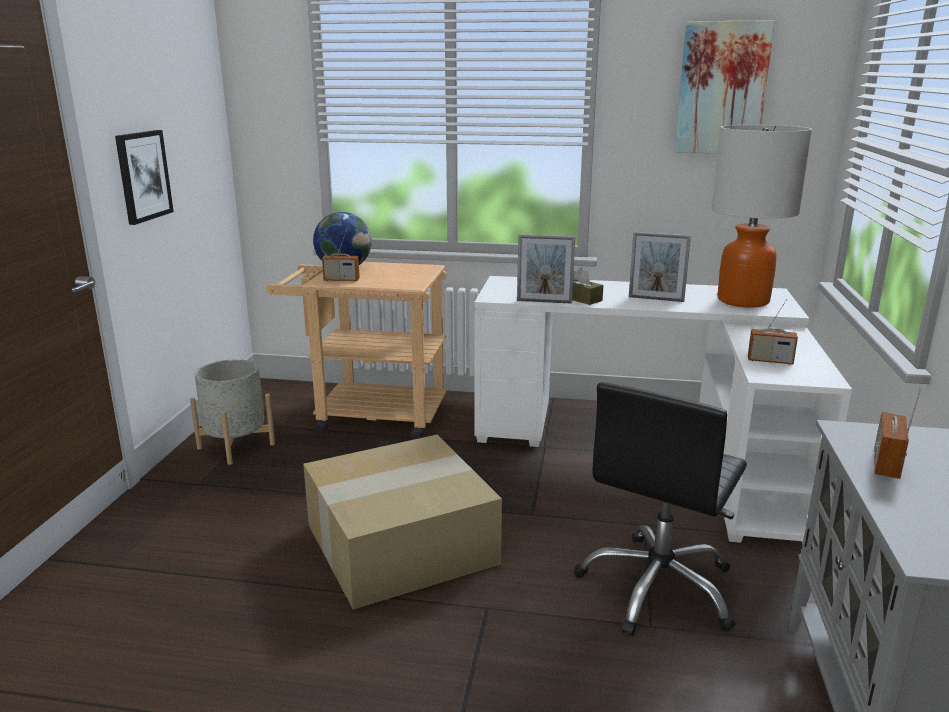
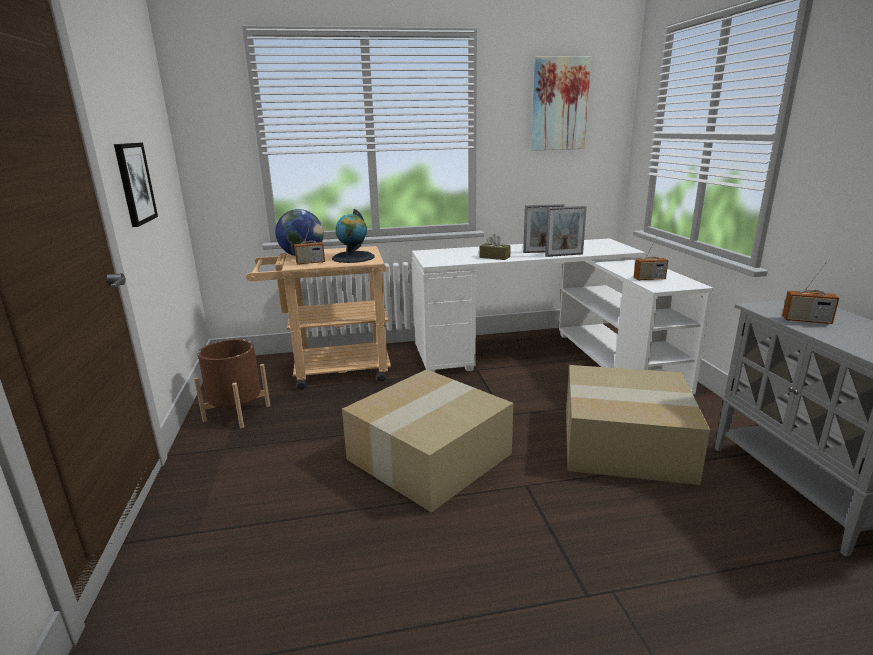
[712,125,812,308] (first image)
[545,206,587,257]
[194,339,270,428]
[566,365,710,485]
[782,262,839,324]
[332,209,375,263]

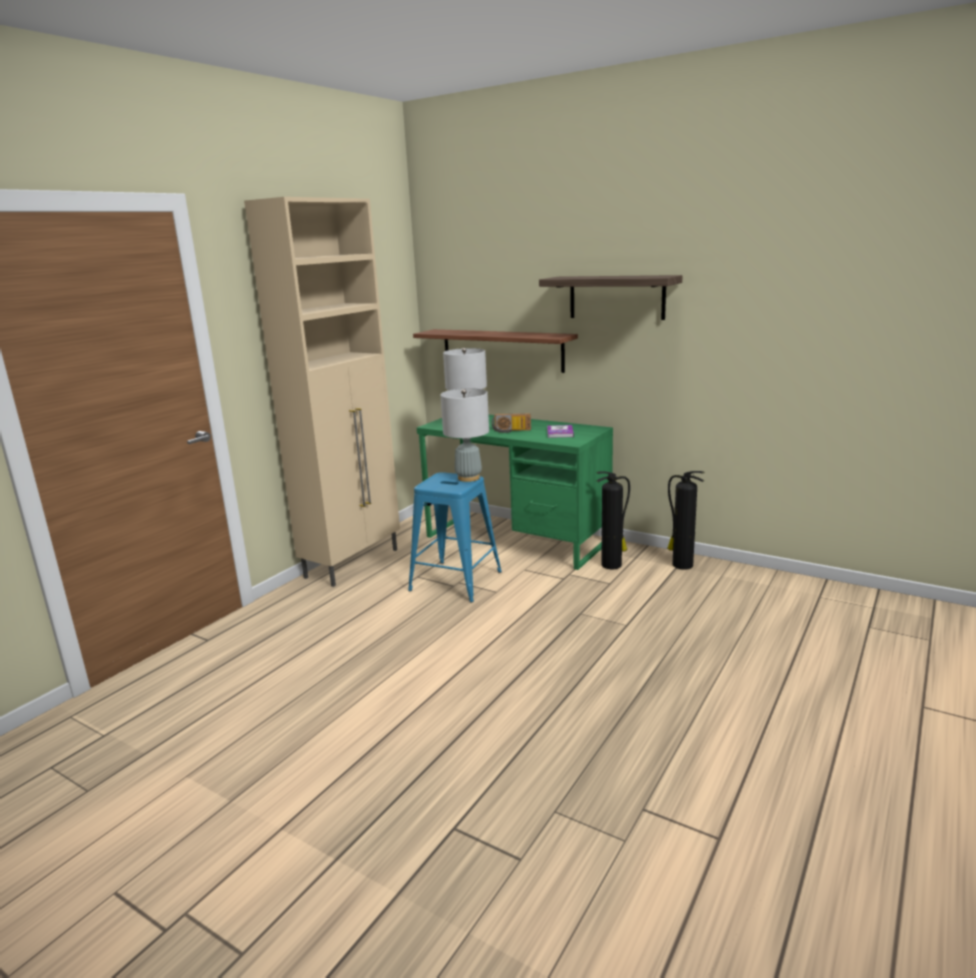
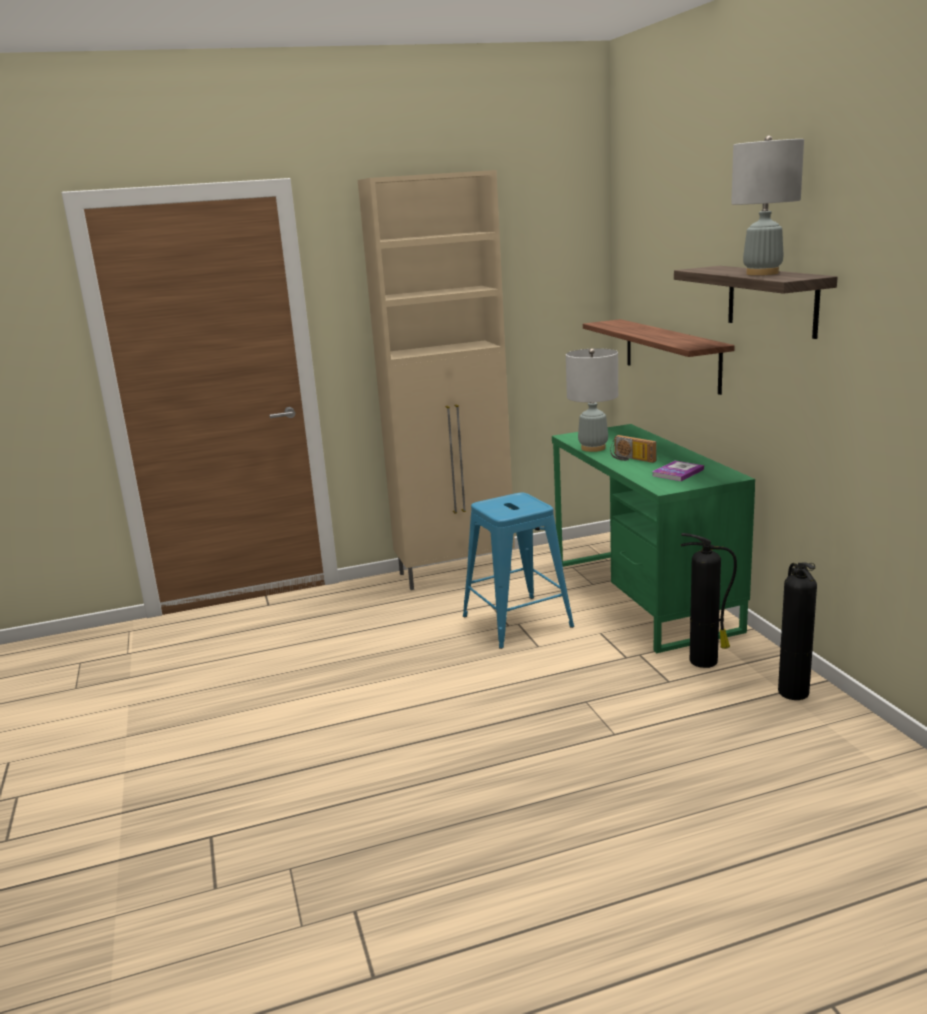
[731,136,804,275]

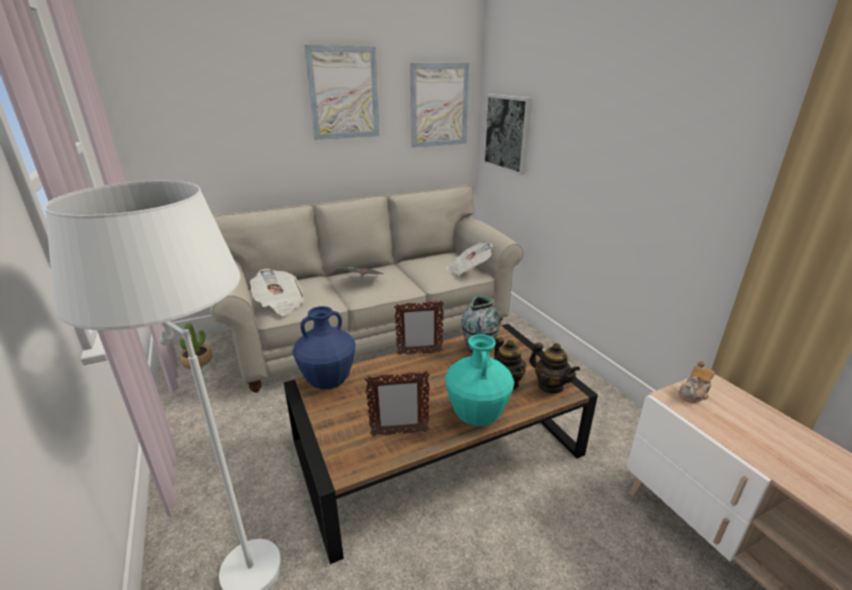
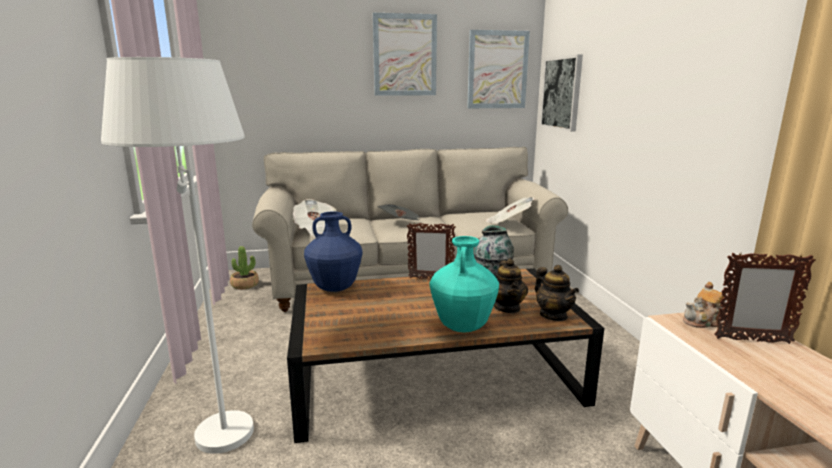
[714,253,816,344]

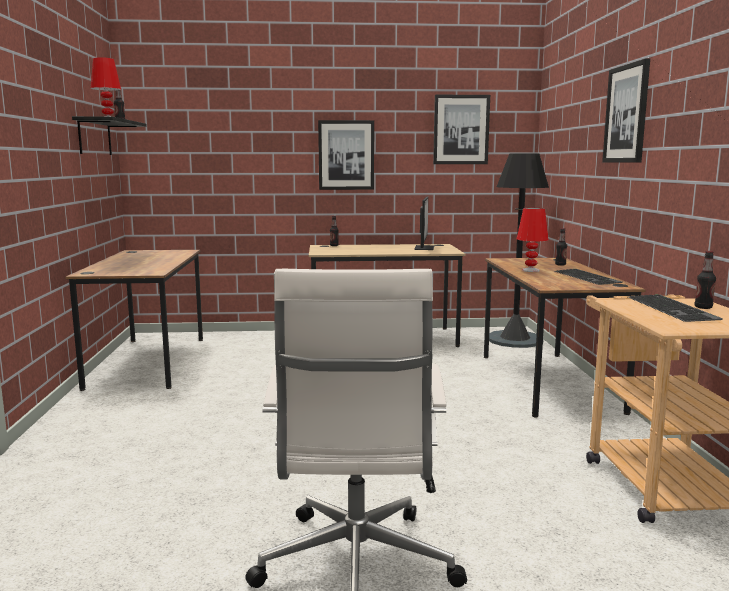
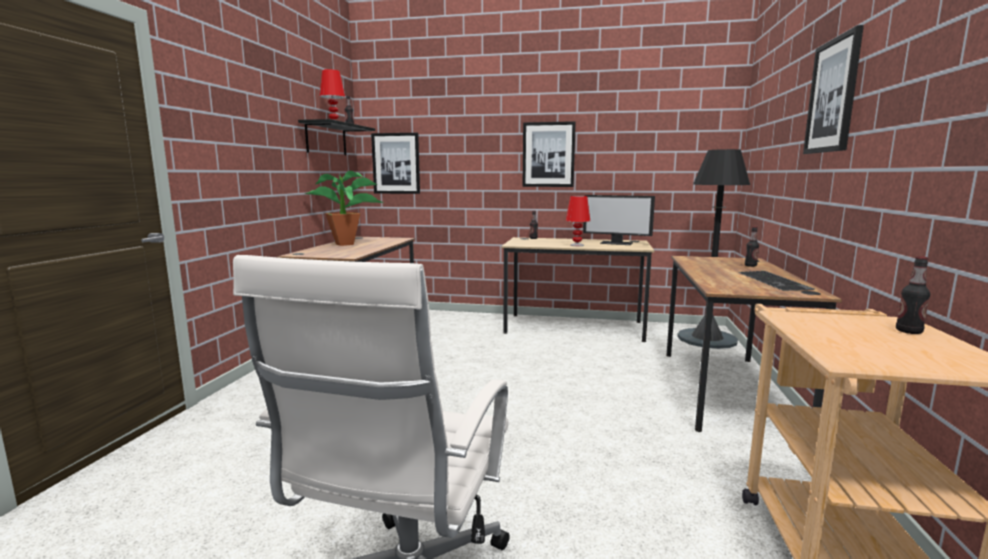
[371,133,420,194]
[583,195,655,245]
[566,196,590,246]
[628,294,723,322] (first image)
[304,171,384,246]

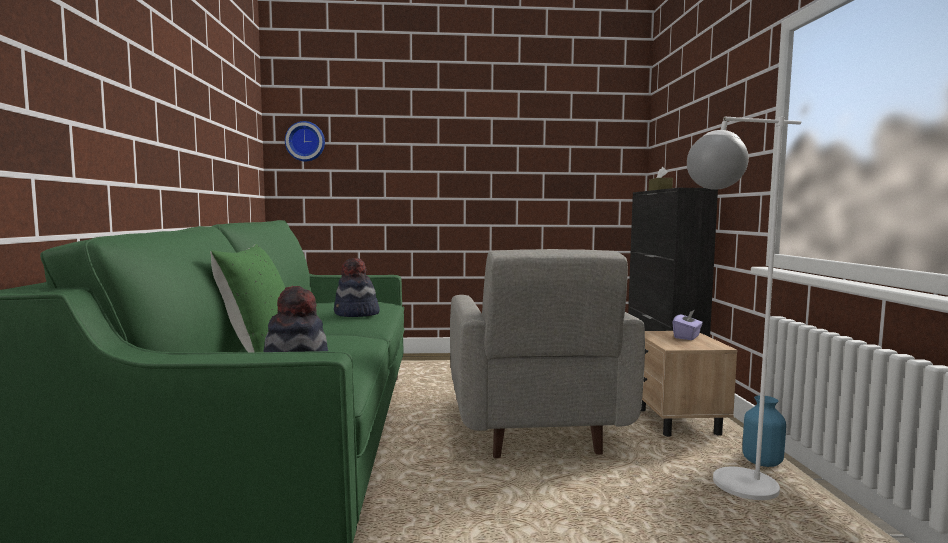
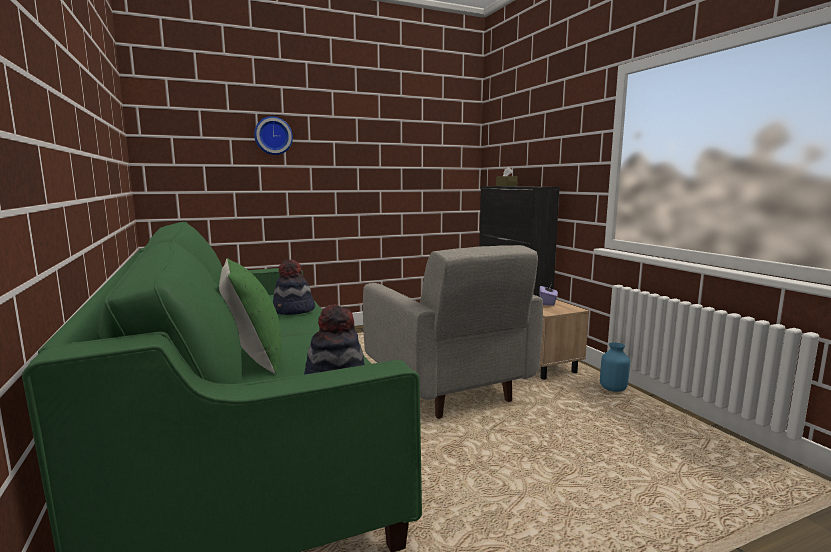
[687,117,801,500] (first image)
[254,116,293,155]

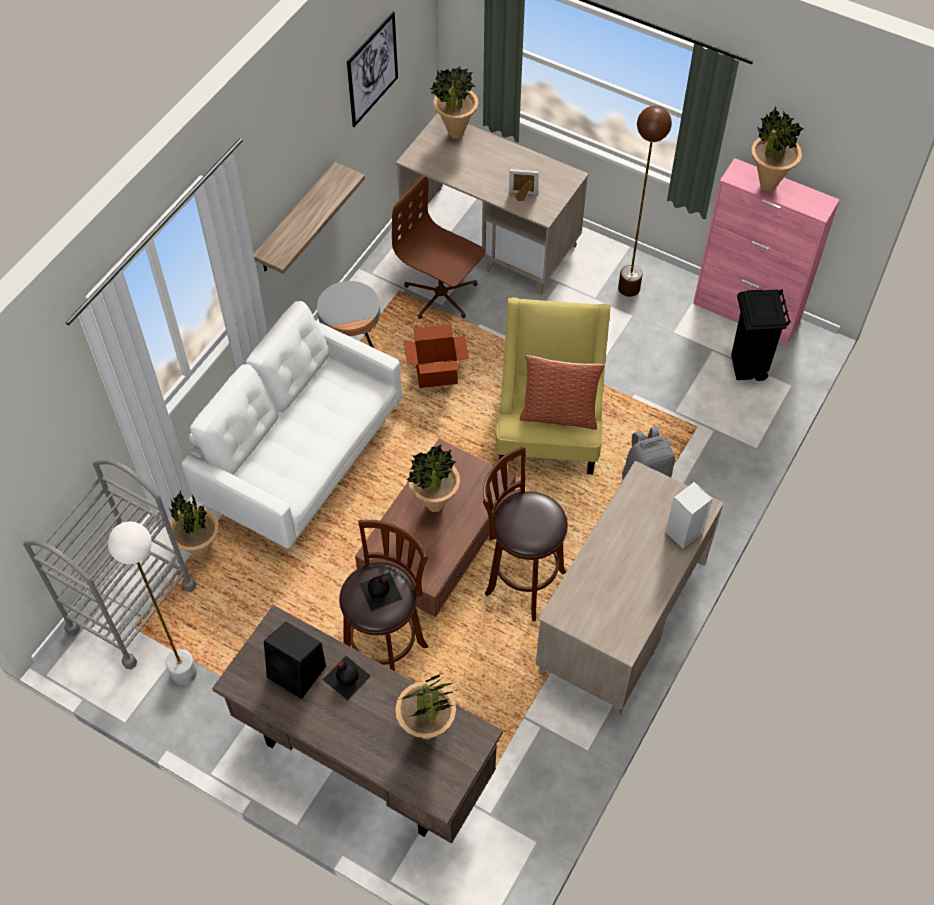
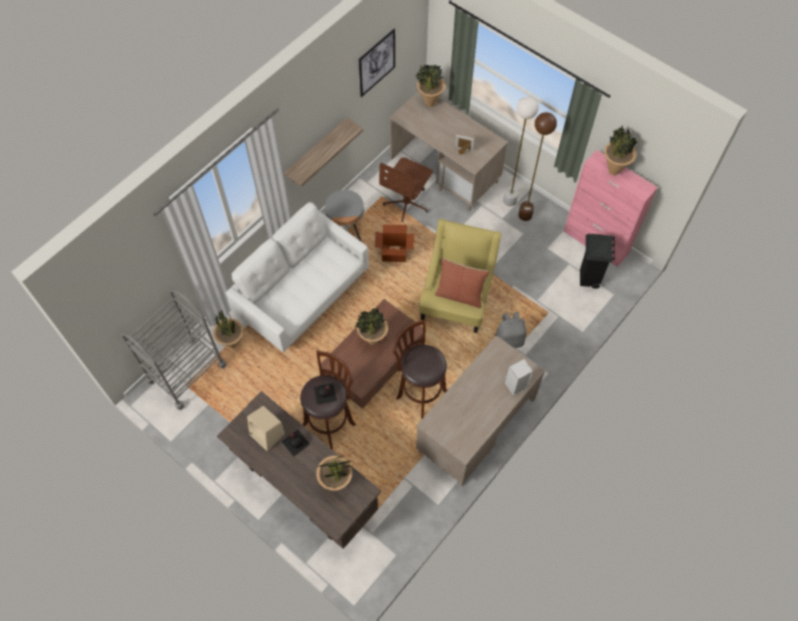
[379,157,433,222]
[503,97,539,206]
[247,406,285,451]

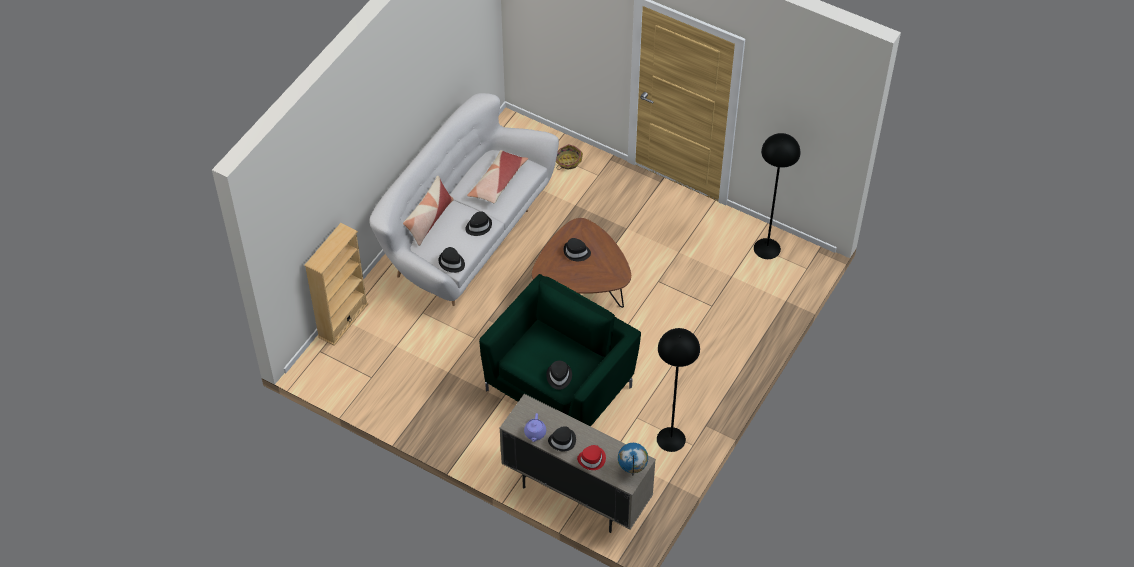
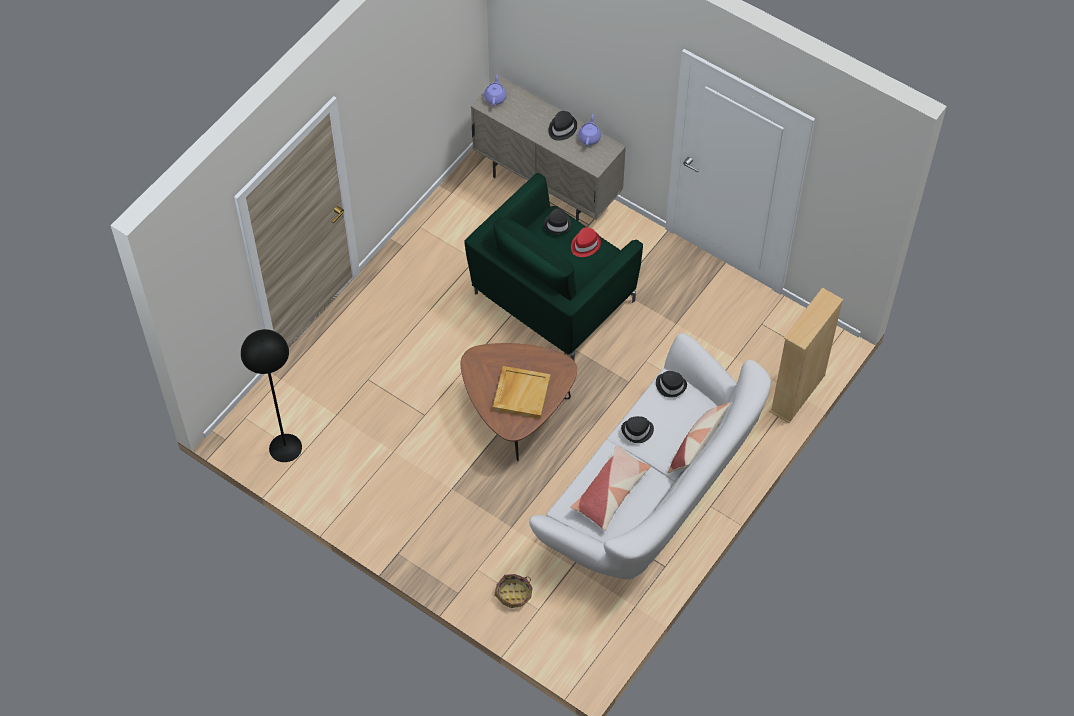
[493,366,551,419]
[657,328,700,452] (first image)
[484,74,507,106]
[571,227,601,257]

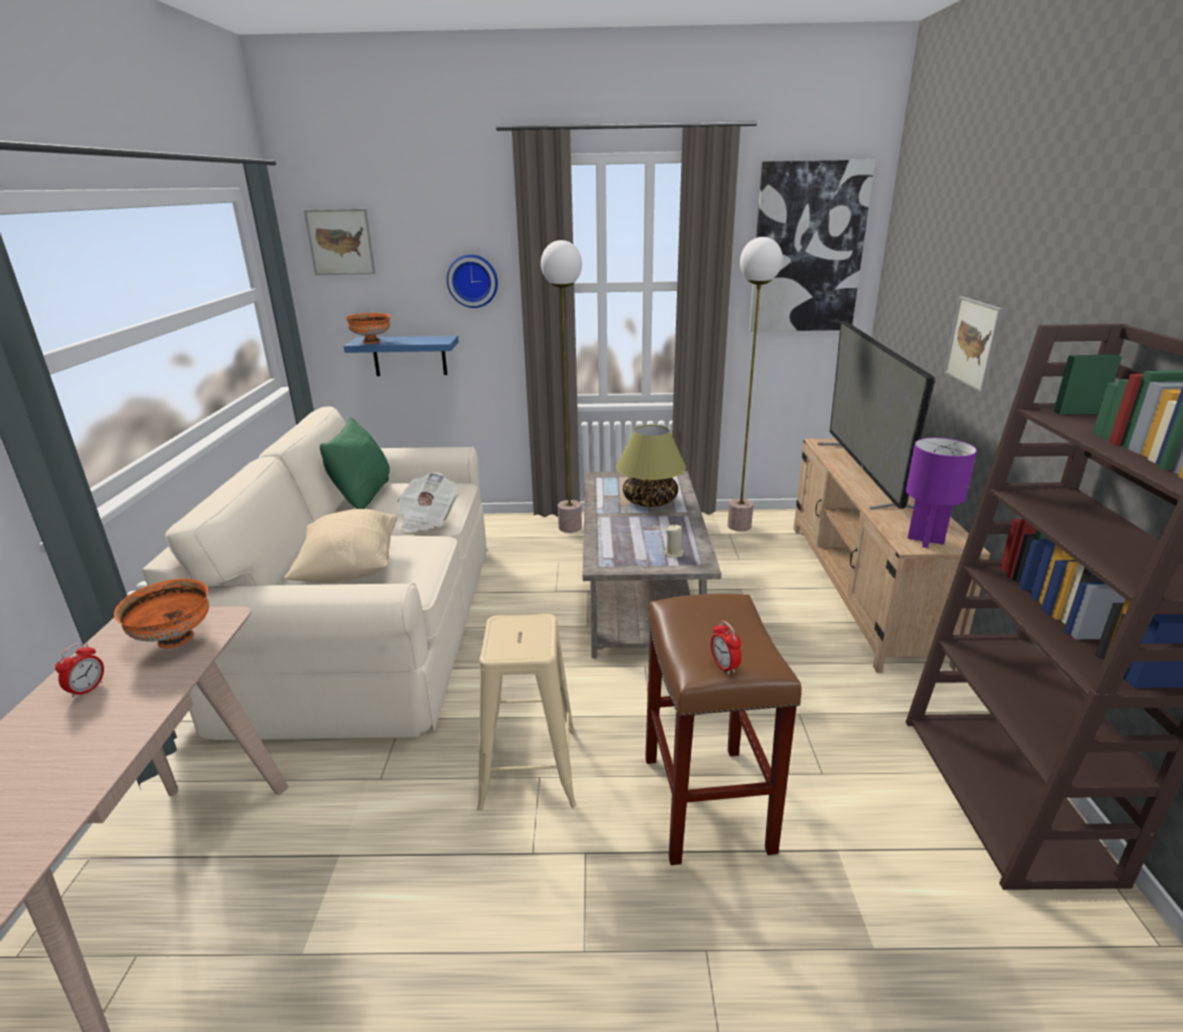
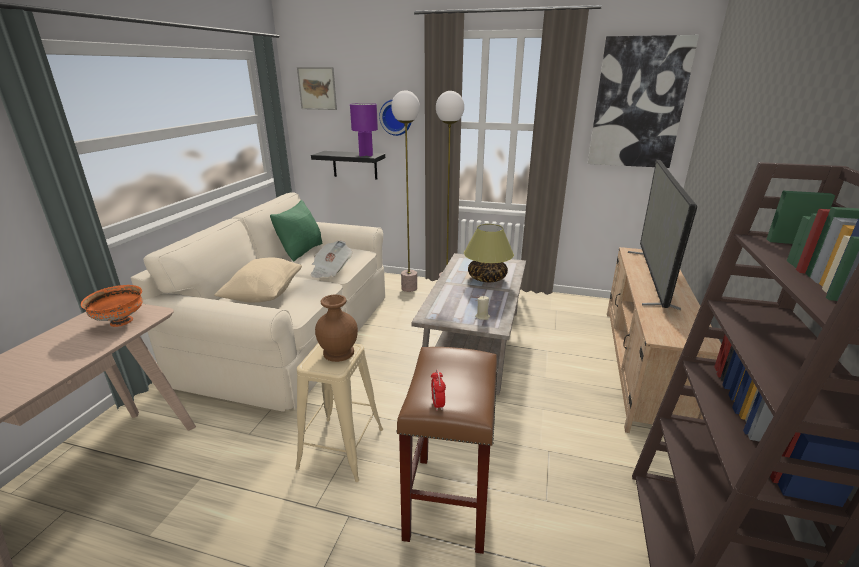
[391,90,420,292]
[944,296,1004,393] (first image)
[345,313,391,344] (first image)
[311,151,385,179]
[350,103,378,156]
[55,643,104,699] (first image)
[315,294,358,362]

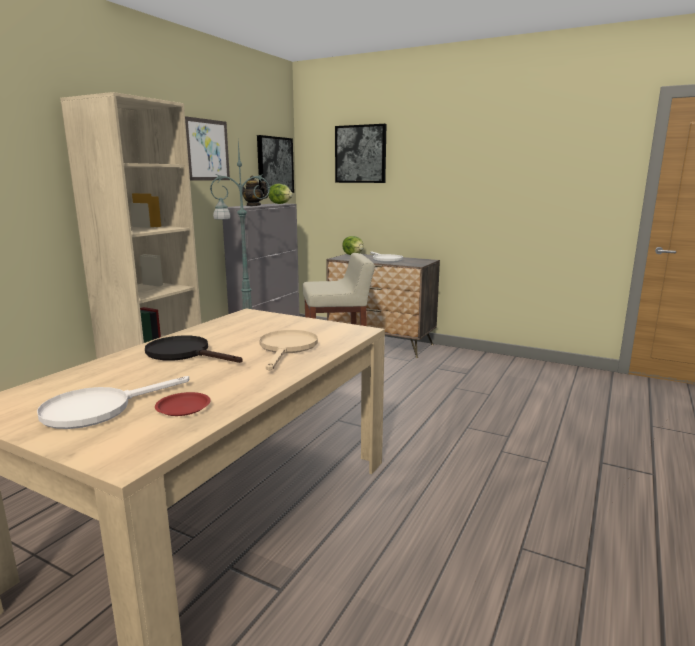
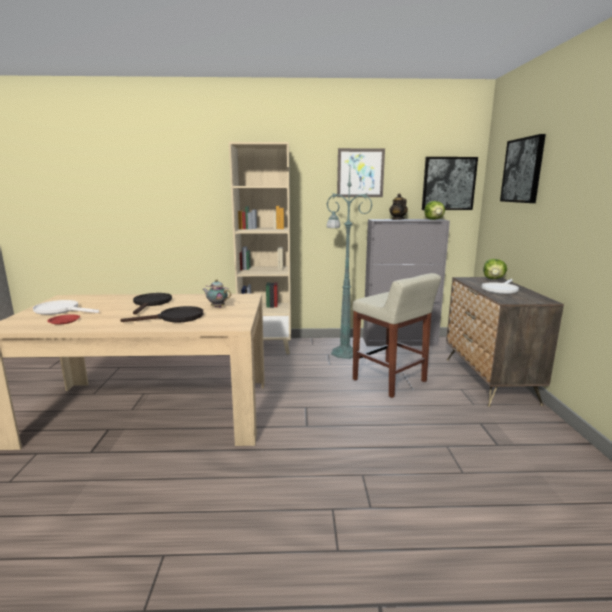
[120,306,203,323]
[202,279,231,308]

